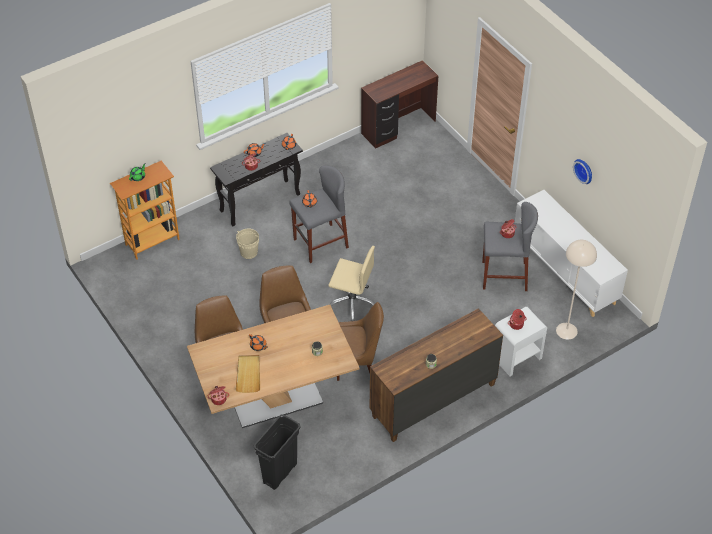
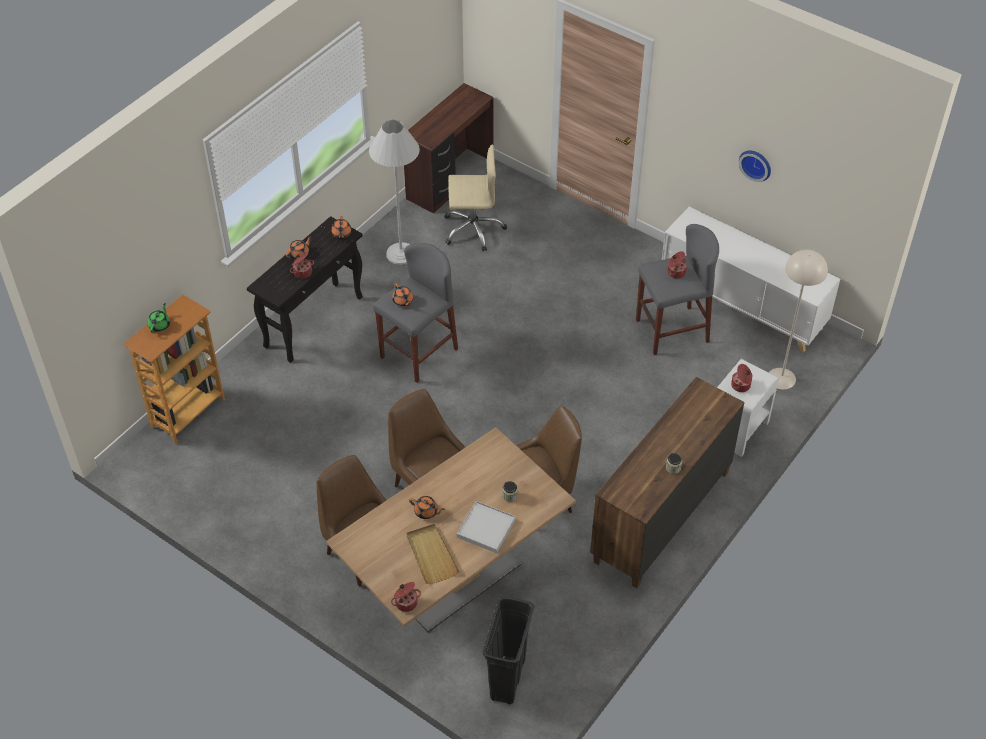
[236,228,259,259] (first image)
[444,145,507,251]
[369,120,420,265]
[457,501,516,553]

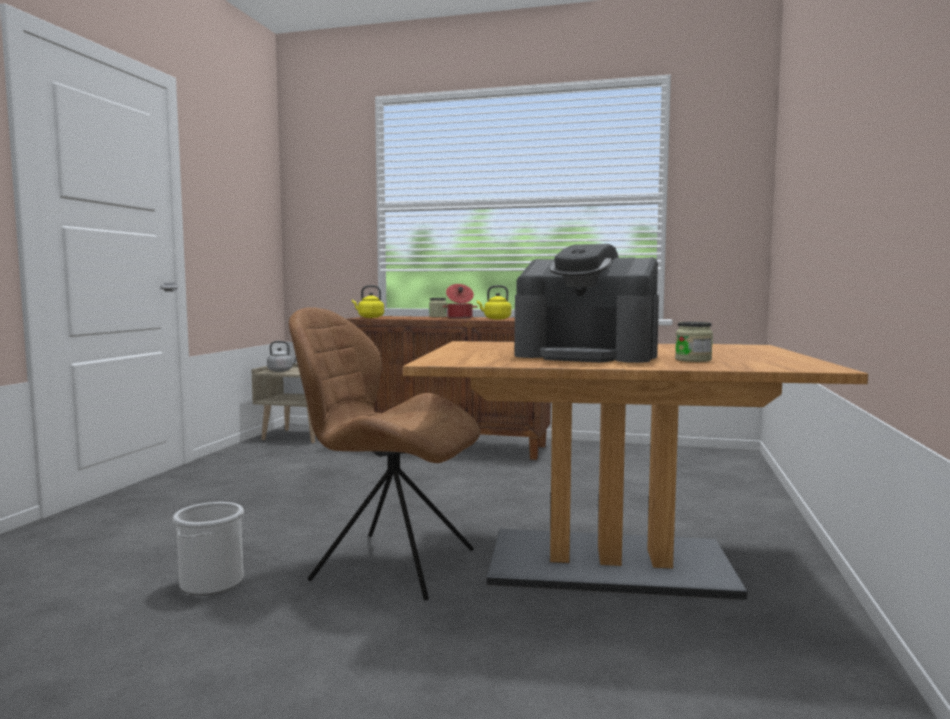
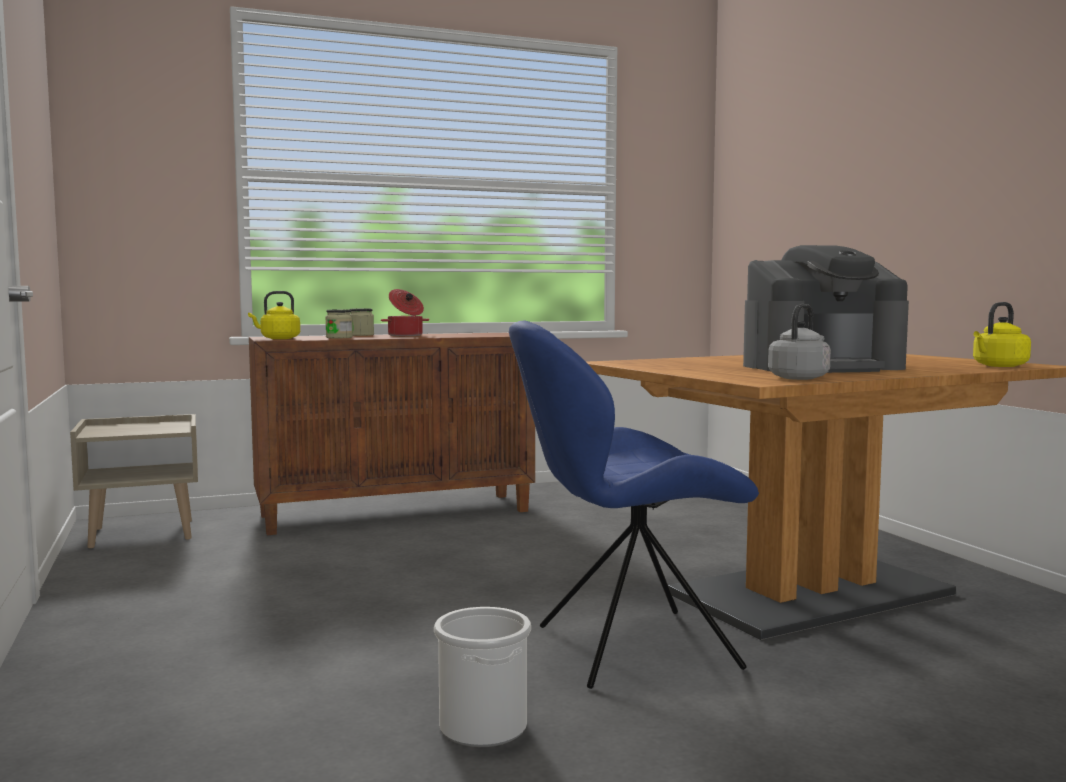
[973,302,1031,367]
[509,321,759,689]
[325,310,353,338]
[768,304,831,380]

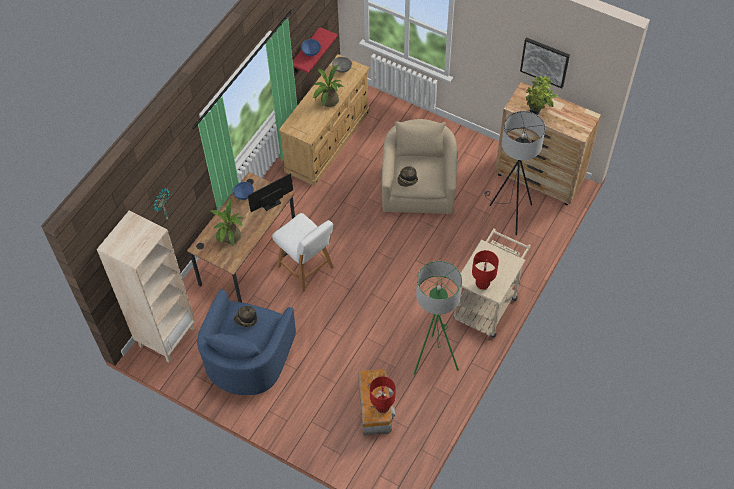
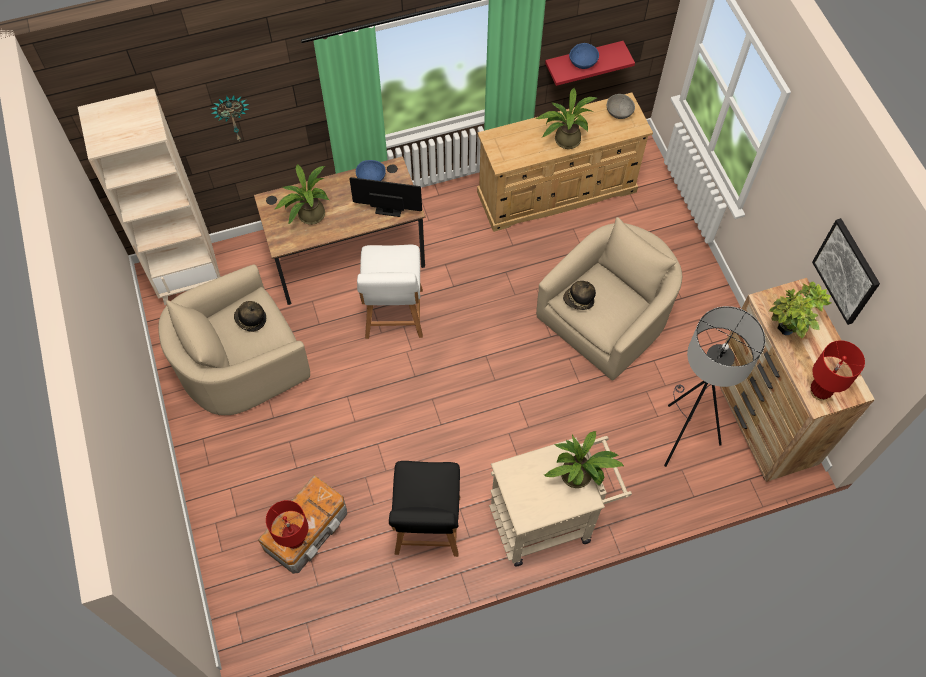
[810,340,865,400]
[389,461,460,557]
[158,264,310,415]
[544,431,624,488]

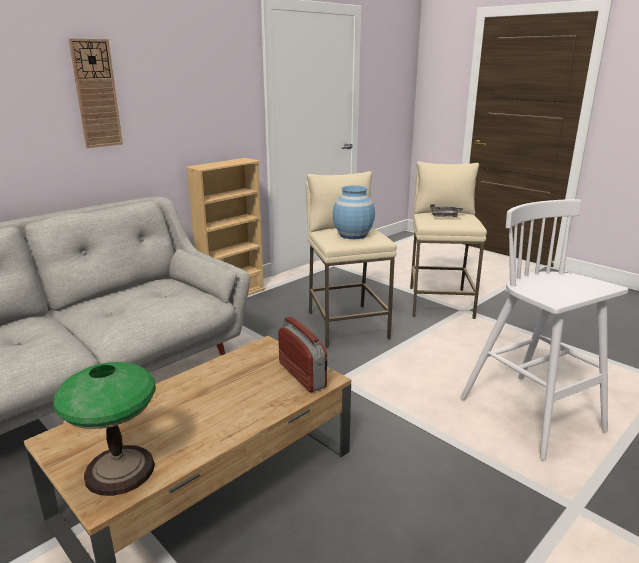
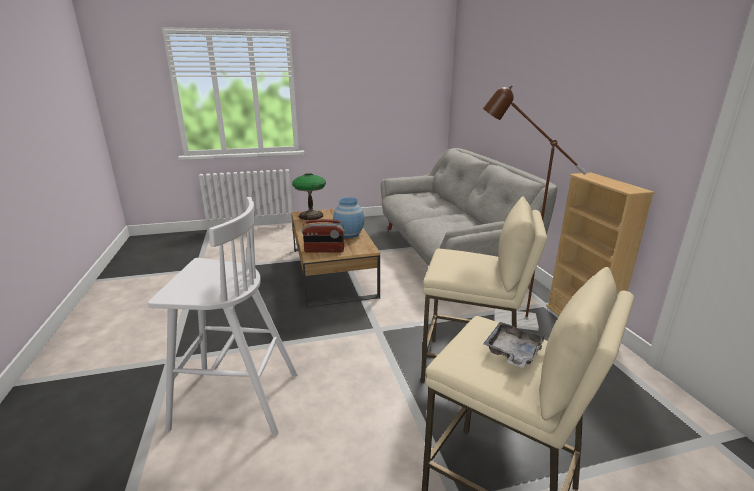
[68,38,123,148] (first image)
[333,197,364,238]
[483,85,587,331]

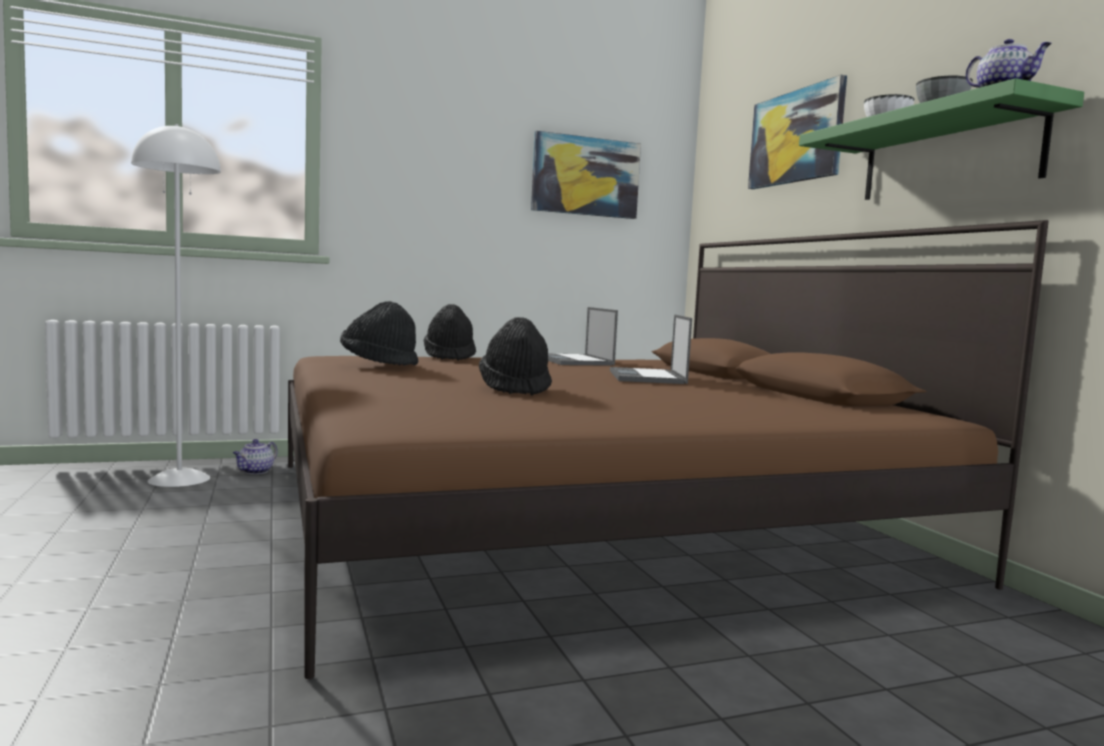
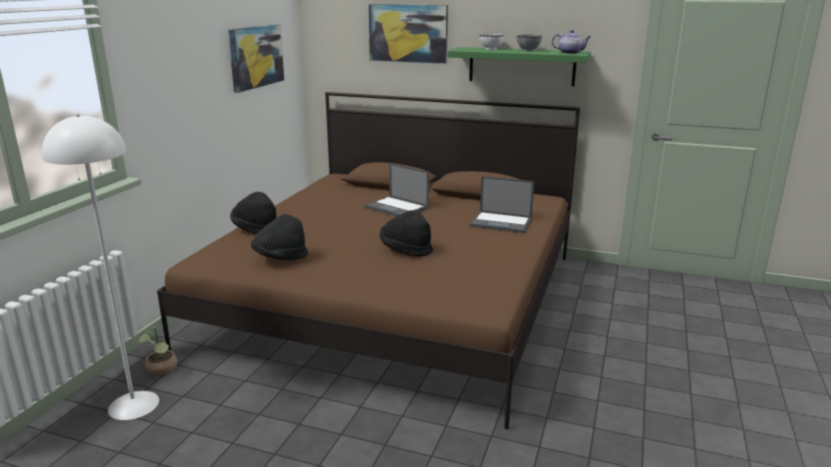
[470,176,534,233]
[138,327,178,375]

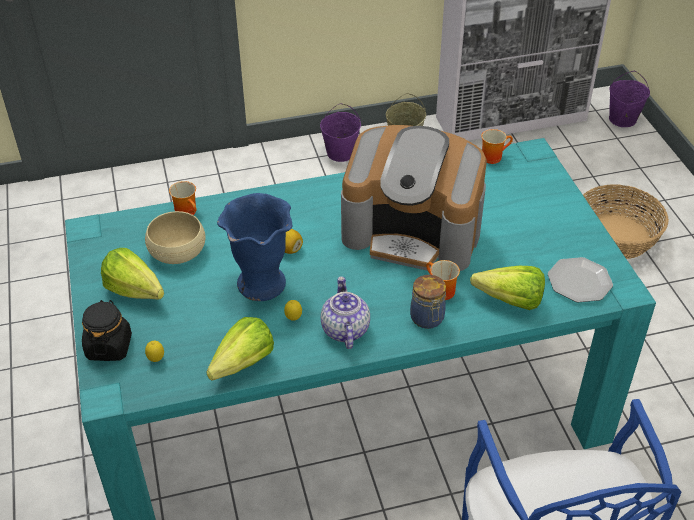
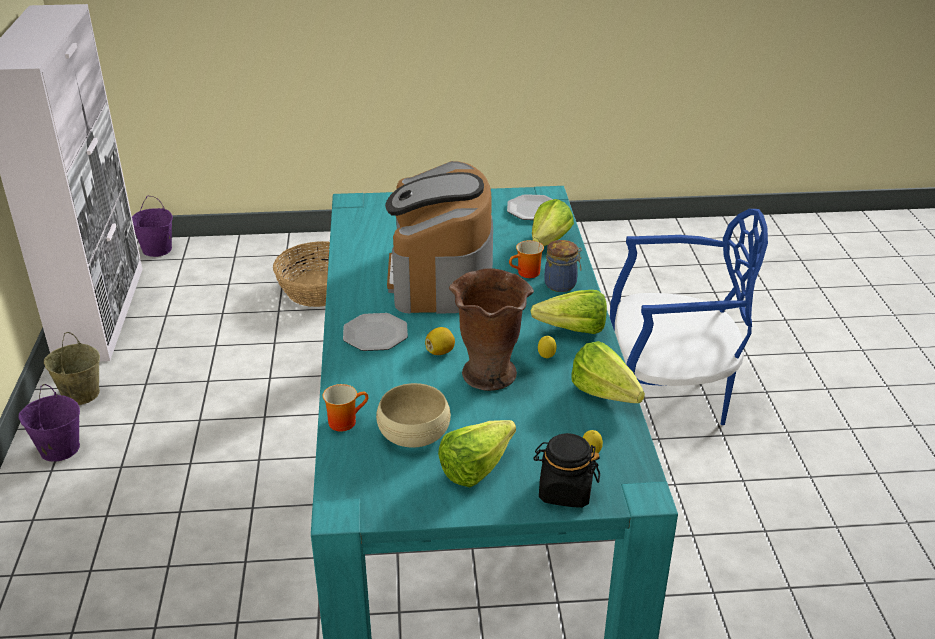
[385,161,493,314]
[481,129,513,164] (first image)
[449,269,534,391]
[531,290,607,334]
[343,313,408,351]

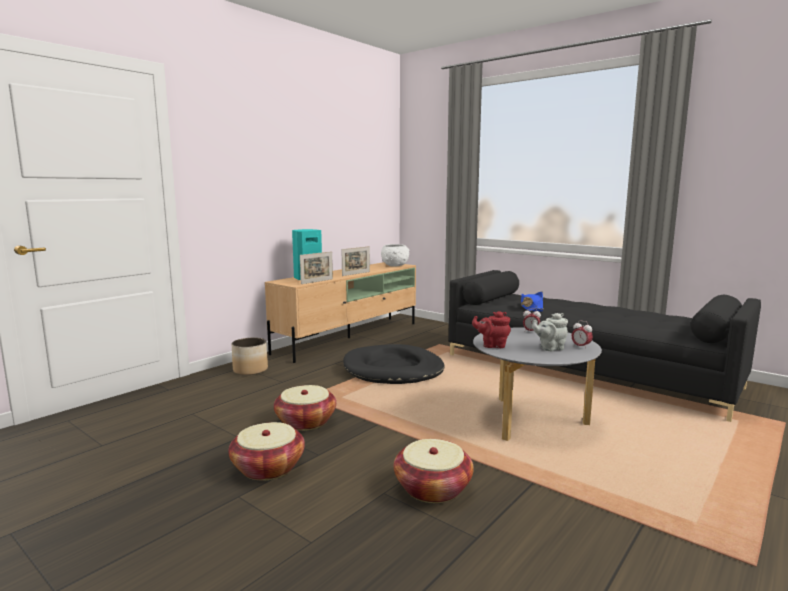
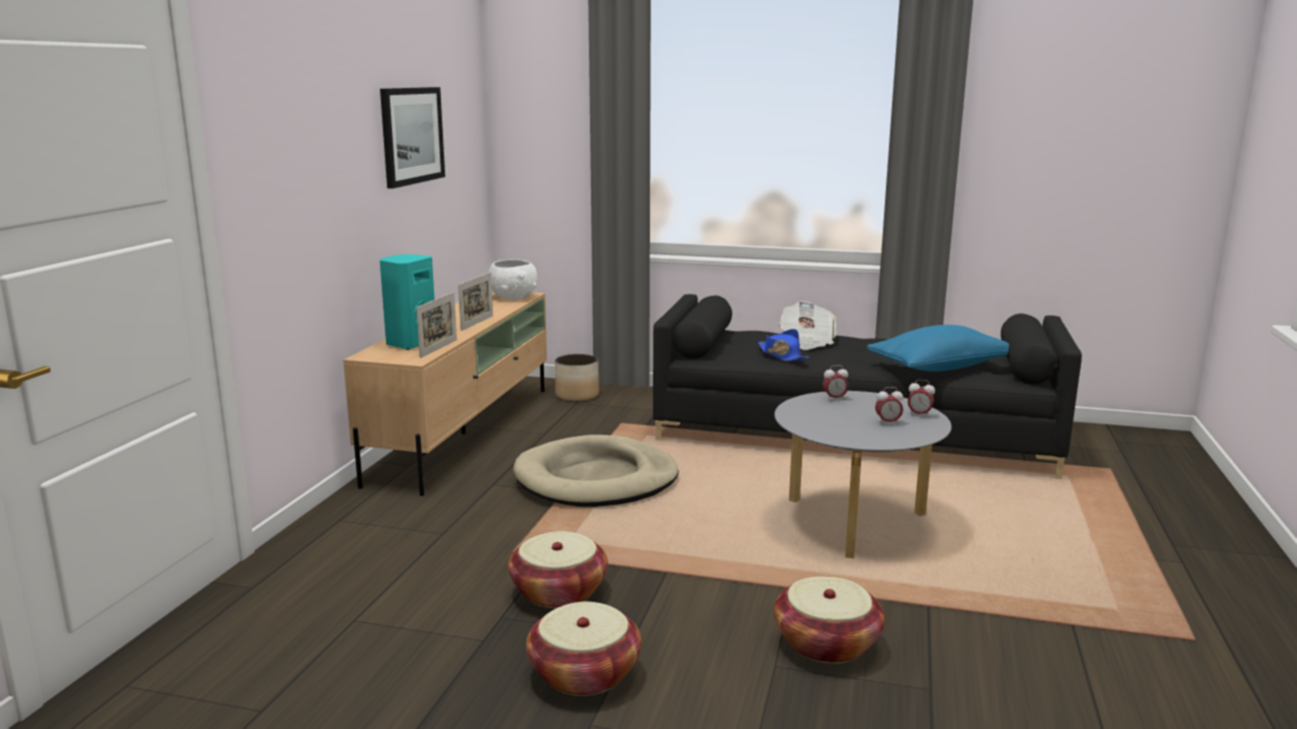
[472,311,511,348] (first image)
[875,387,903,424]
[555,354,599,402]
[513,435,679,507]
[380,87,445,189]
[779,301,836,350]
[867,325,1009,372]

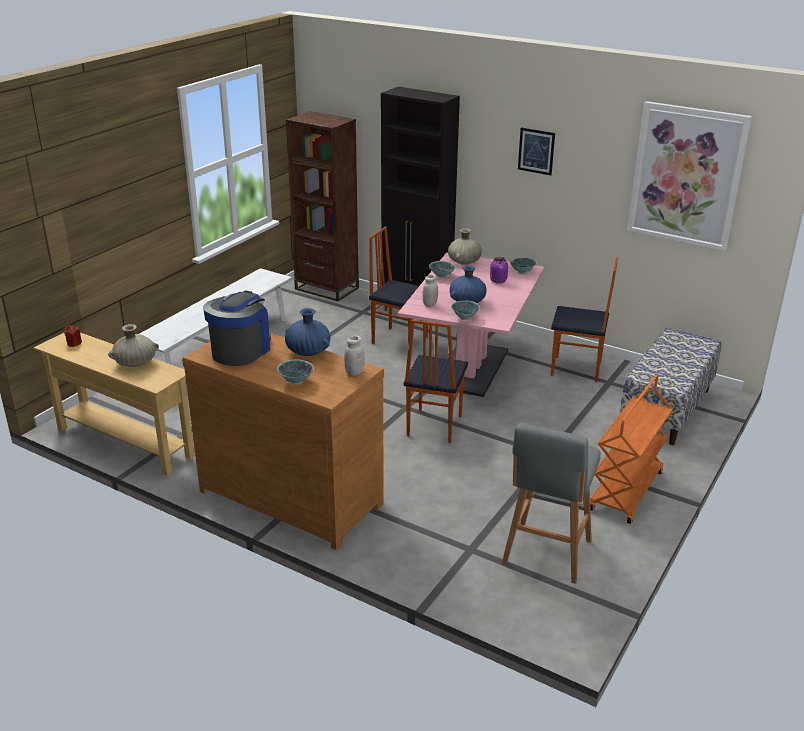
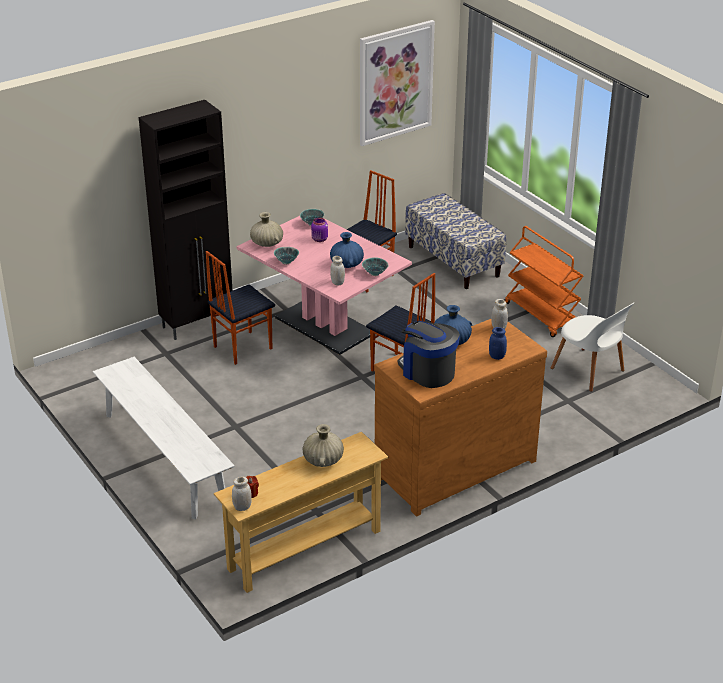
[286,111,359,301] (first image)
[518,128,555,175] (first image)
[489,327,507,360]
[551,303,634,392]
[232,477,252,511]

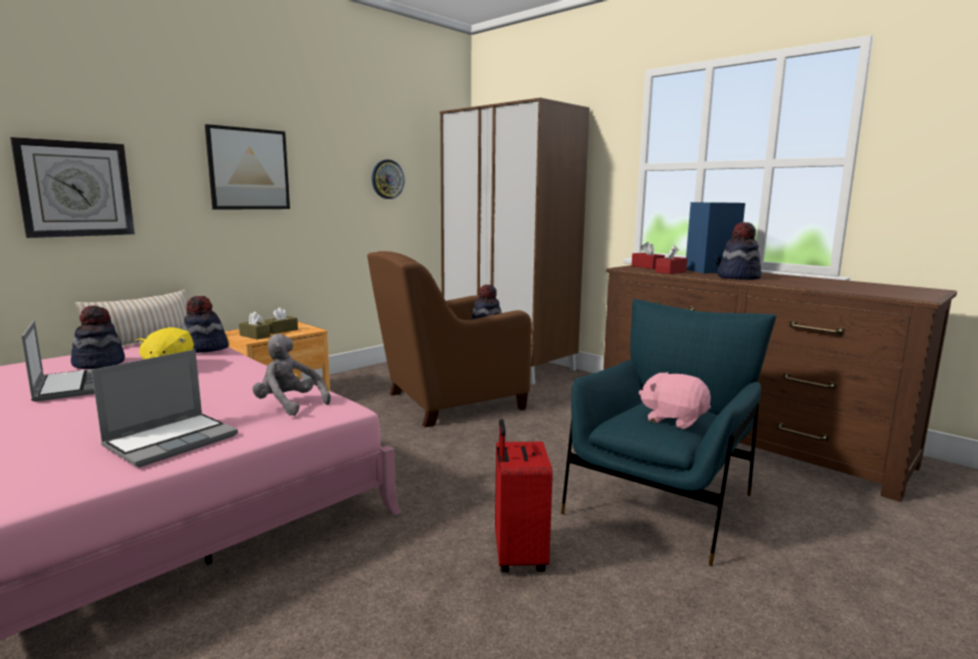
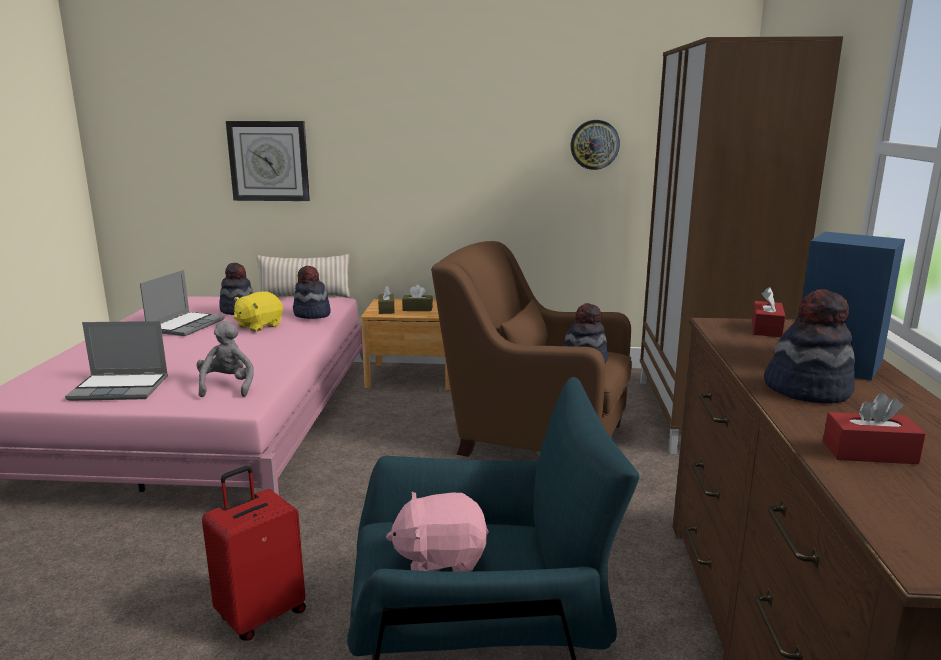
[205,124,290,210] (first image)
[823,393,926,464]
[386,492,488,572]

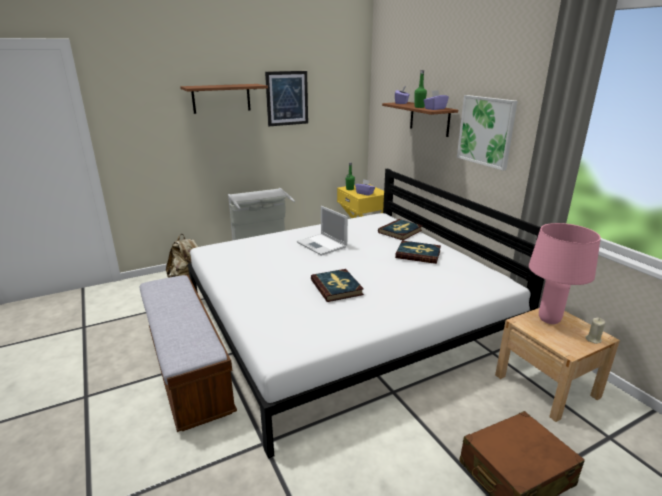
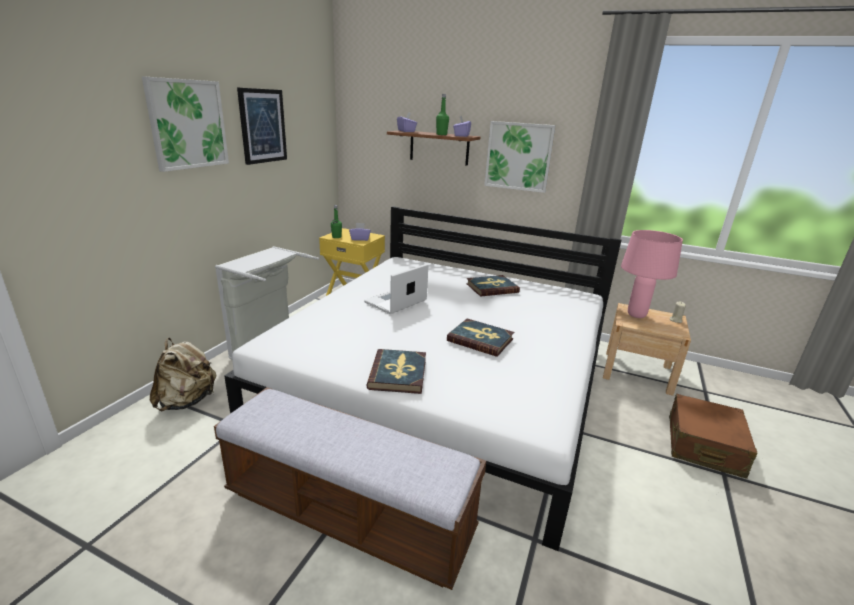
[142,76,229,172]
[364,264,428,314]
[366,349,426,394]

